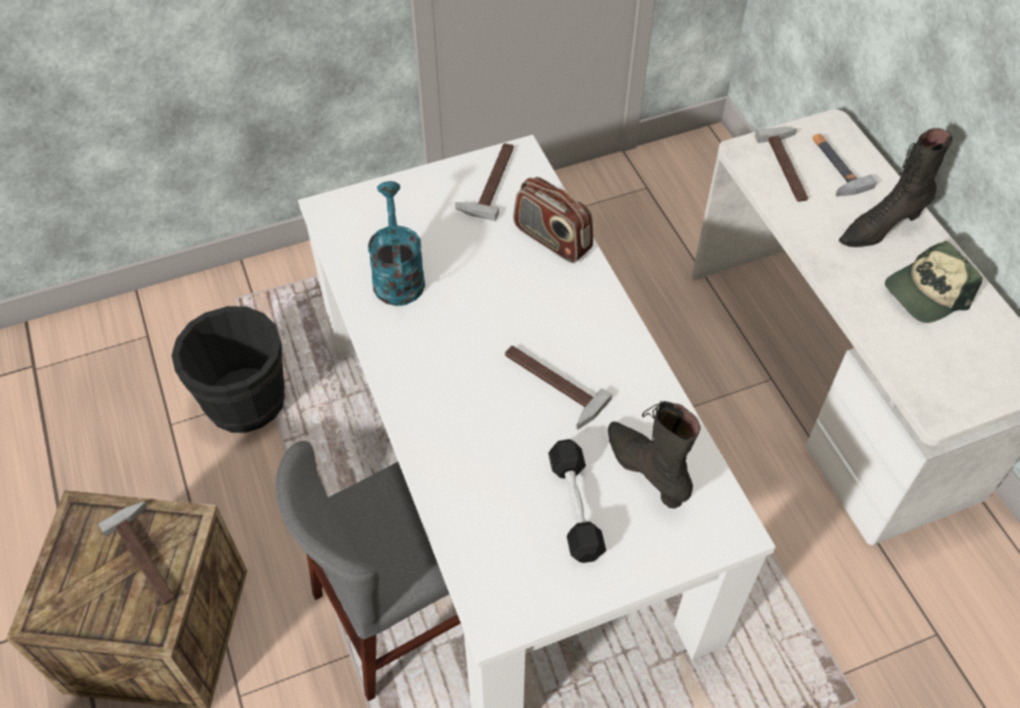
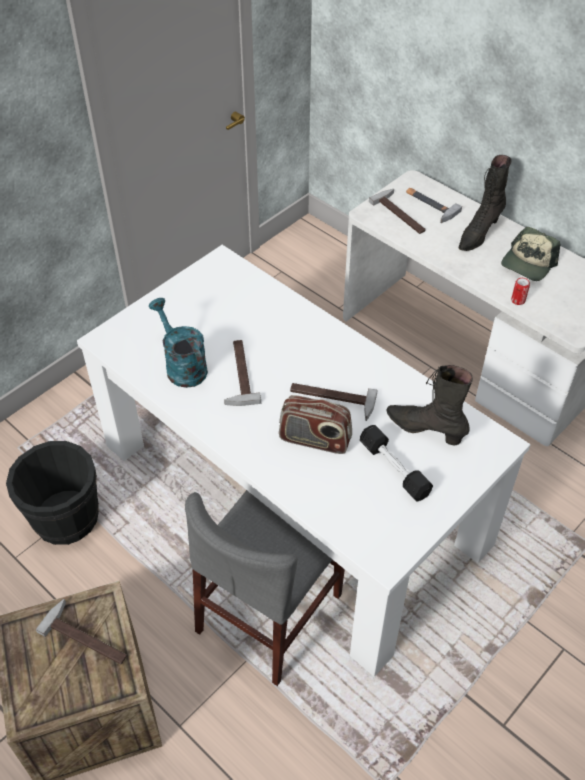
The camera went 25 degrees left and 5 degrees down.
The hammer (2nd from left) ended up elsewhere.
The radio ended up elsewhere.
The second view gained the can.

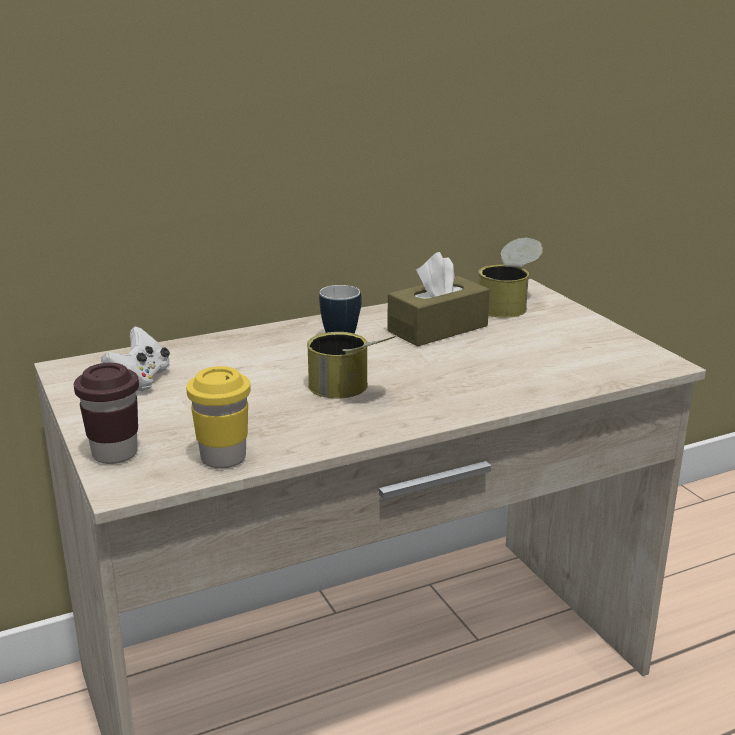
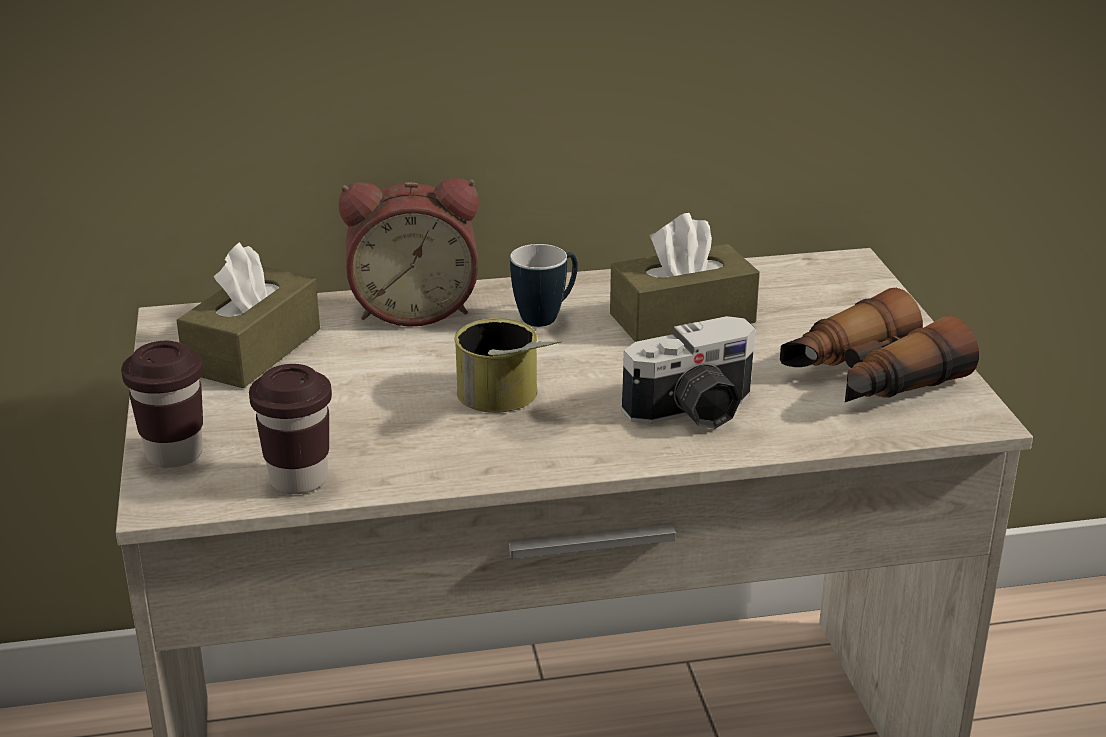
The camera went 15 degrees right and 5 degrees up.
Where the white_game_controller stood, the brown_tissue_box (1st from left) came to stand.
What was the yellow_cup turned into the brown_cup (2nd from left).
The second view lost the can (2nd from left).
The second view gained the alarm_clock.
The second view gained the photo_camera.
The second view gained the binoculars.

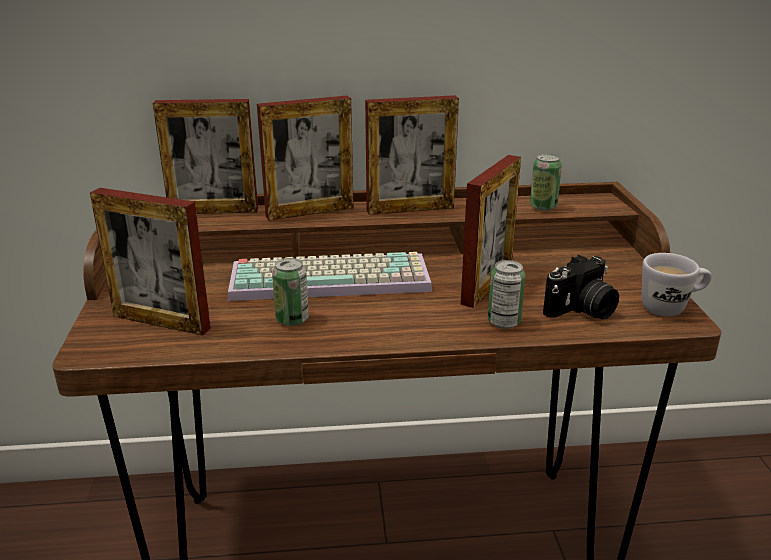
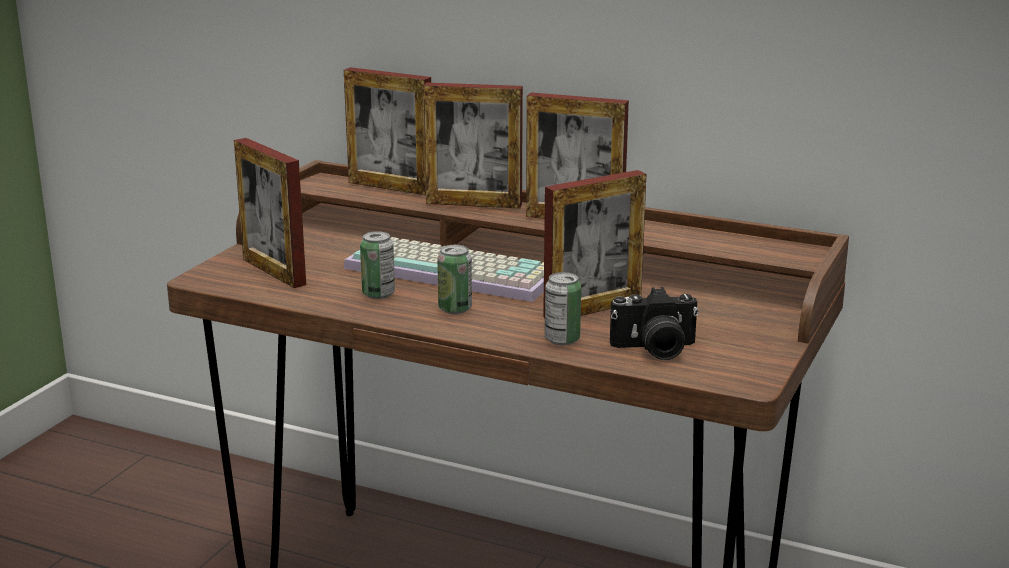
The camera went 30 degrees right and 5 degrees down.
The can (3rd from left in the first image) ended up elsewhere.
The second view lost the white_mug.

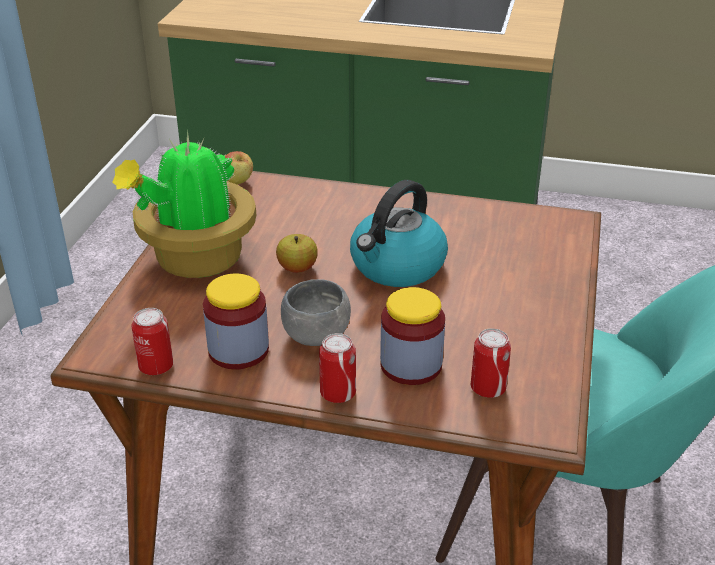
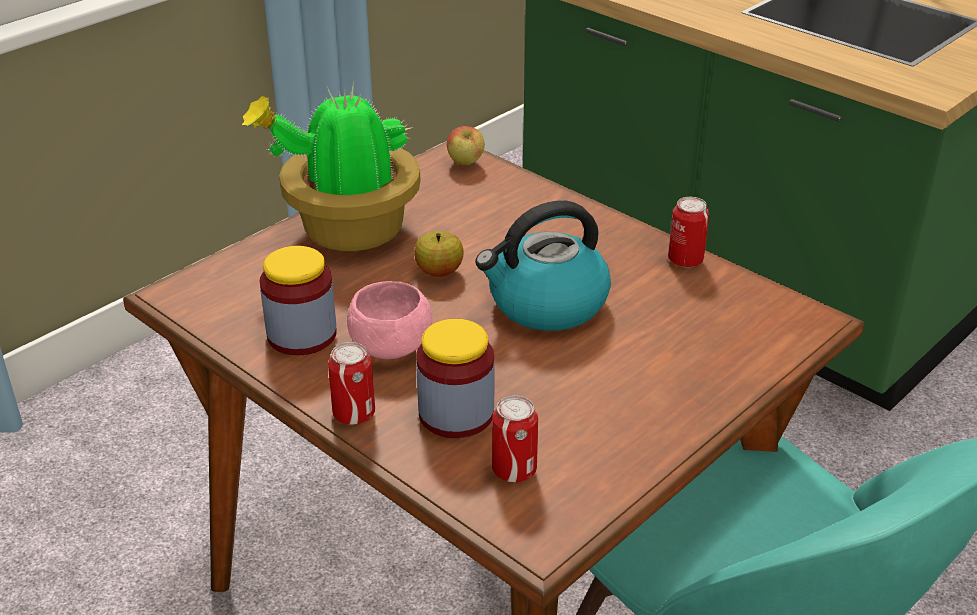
The camera went 30 degrees right and 0 degrees up.
The can (1st from left in the first image) ended up elsewhere.
What was the grey_bowl turned into the pink_bowl.

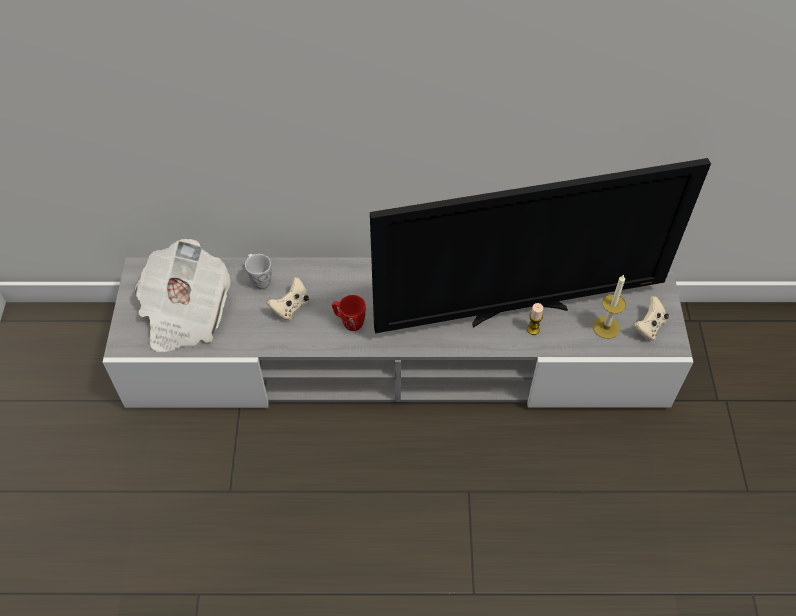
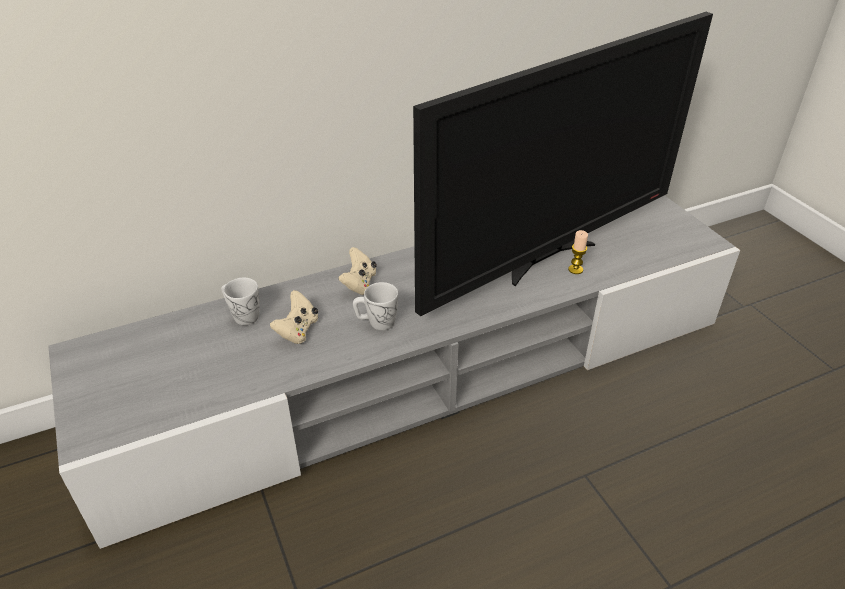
The camera went 25 degrees left and 15 degrees down.
The second view lost the newspaper.
What was the red_mug turned into the white_mug (2nd from left).
The second view lost the candle (2nd from left).
The beige_game_controller (2nd from left) ended up elsewhere.

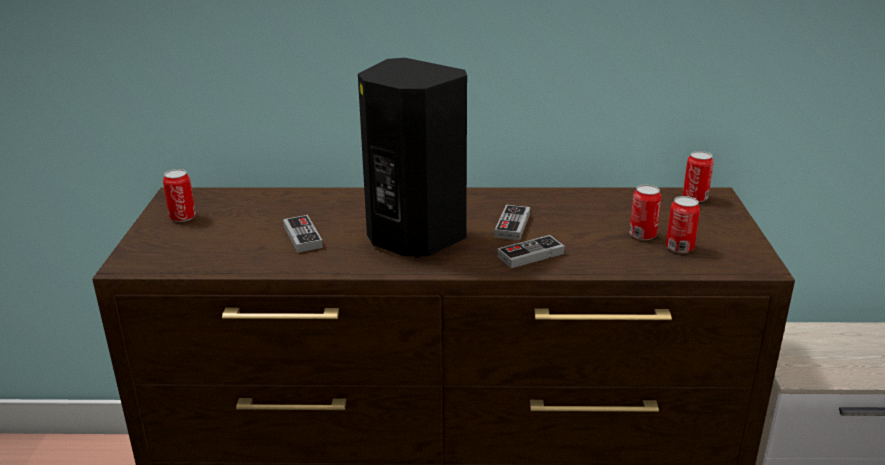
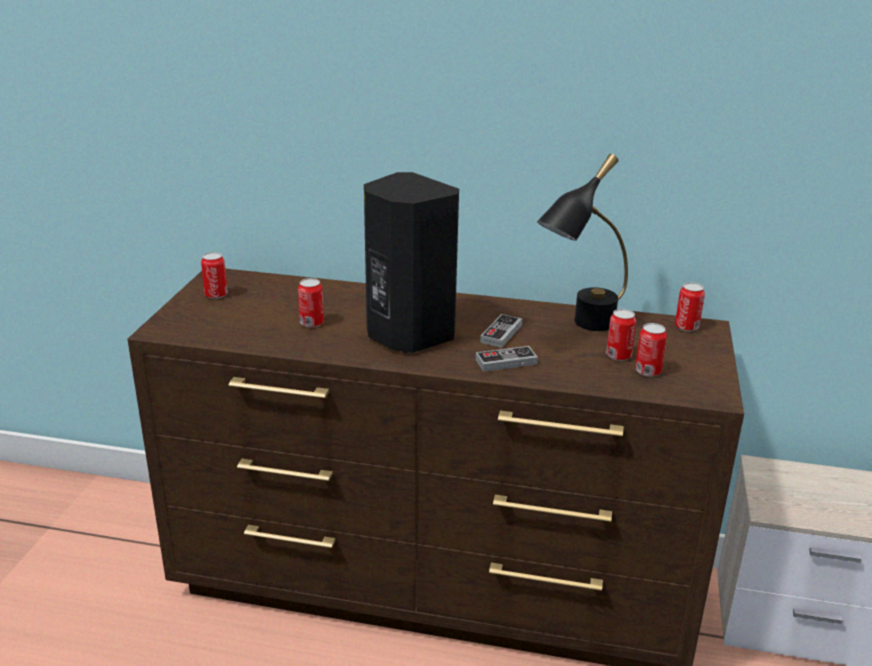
The camera went 10 degrees right and 0 degrees up.
Where the game_controller (1st from left) stood, the can (2nd from left) came to stand.
The second view gained the black_table_lamp.

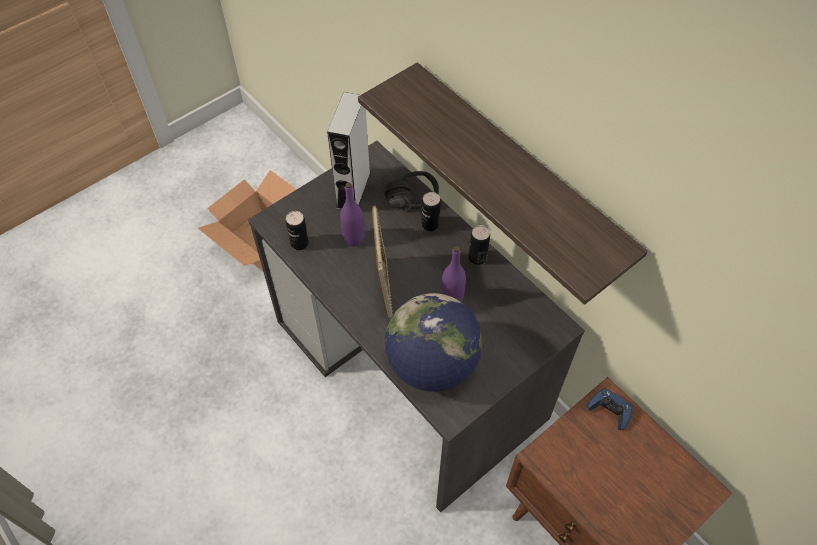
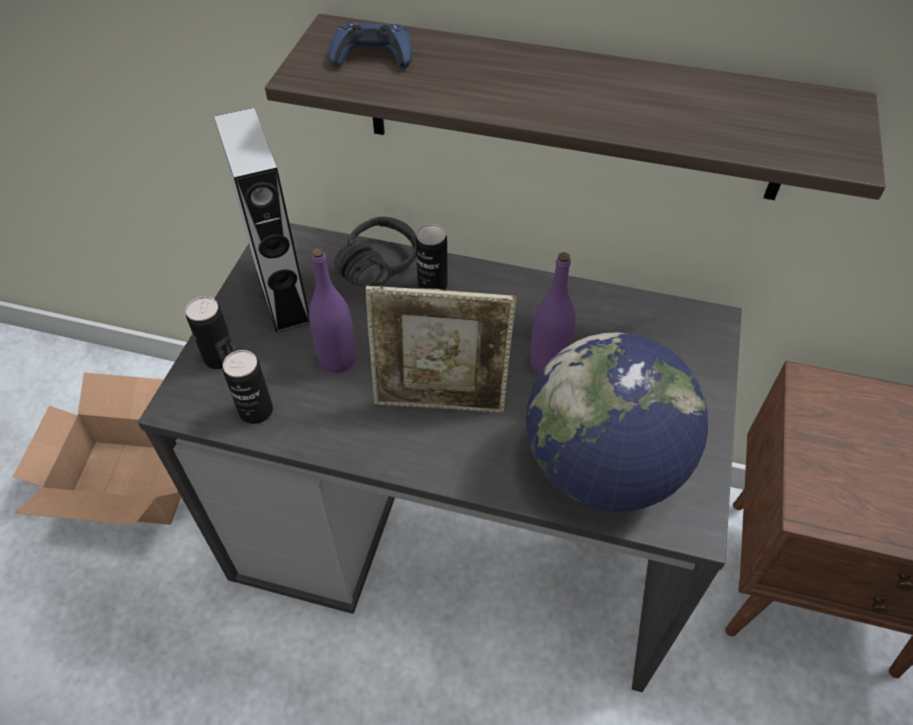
The camera went 35 degrees left and 5 degrees down.
The picture_frame ended up facing another way, 135 degrees clockwise from before.
The can (3rd from left in the first image) ended up elsewhere.
The blue_game_controller ended up elsewhere.

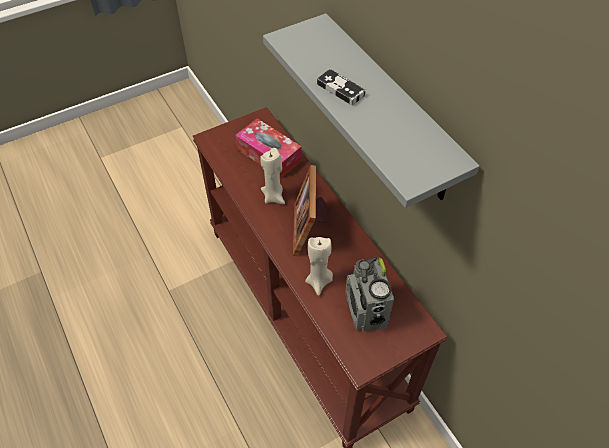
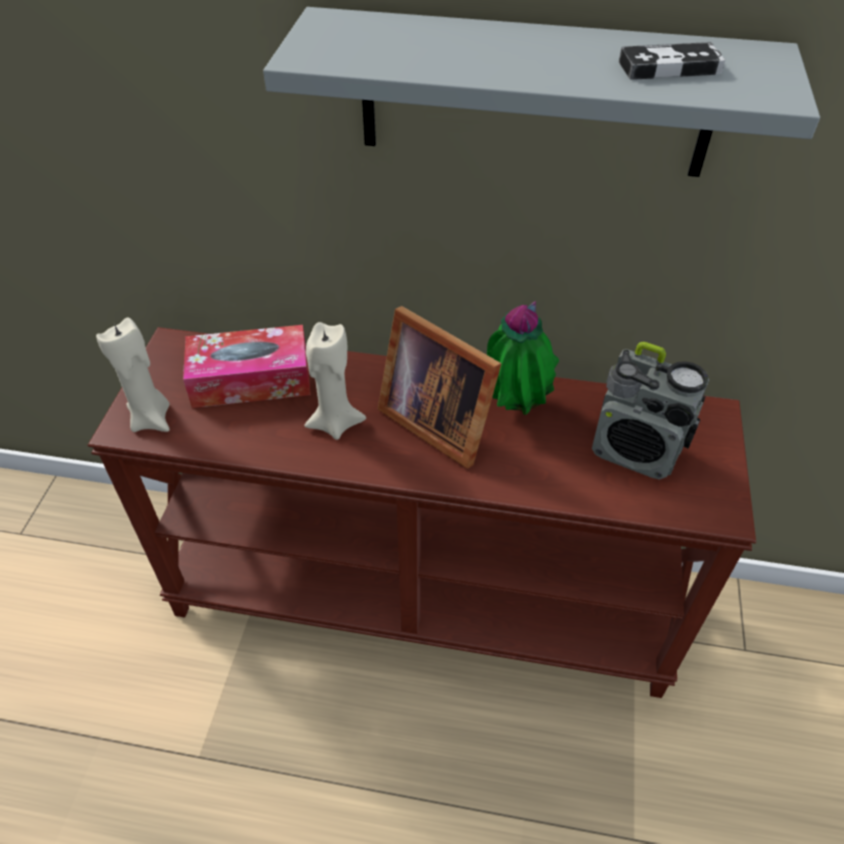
The camera went 50 degrees left and 5 degrees down.
The beige_candle (2nd from left in the first image) ended up elsewhere.
The game_controller ended up elsewhere.
The second view gained the potted_plant.

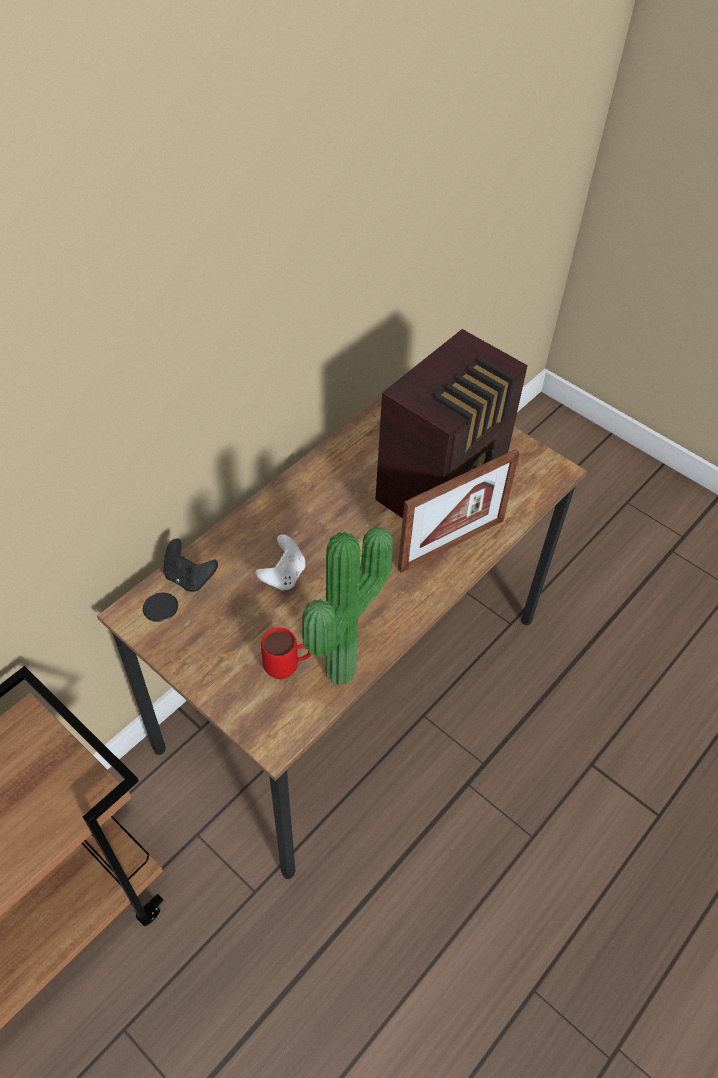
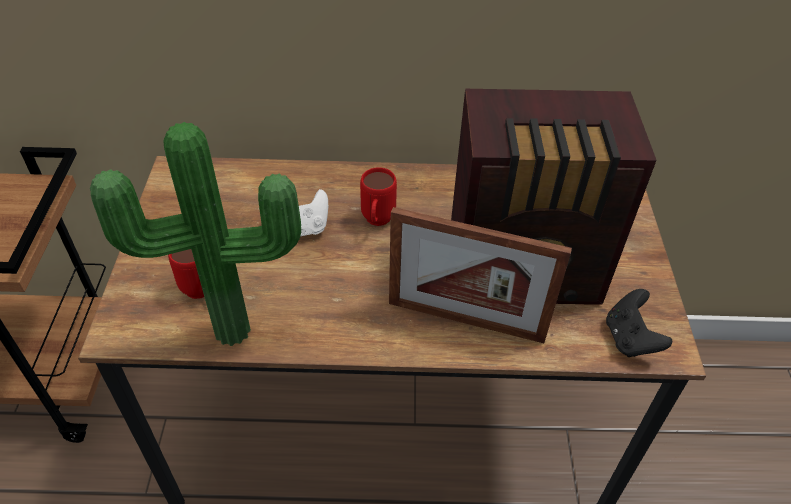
The camera went 50 degrees right and 5 degrees down.
The black_game_controller ended up elsewhere.
The second view gained the red_mug (2nd from left).

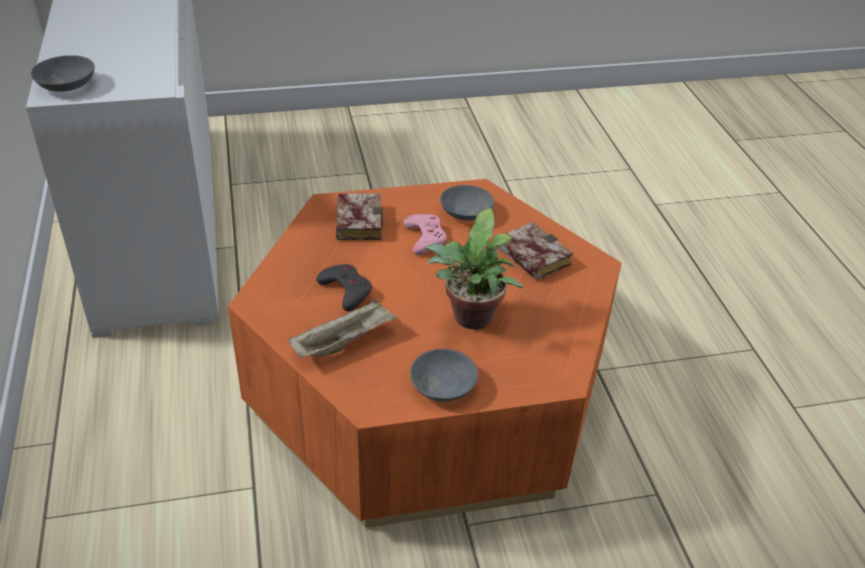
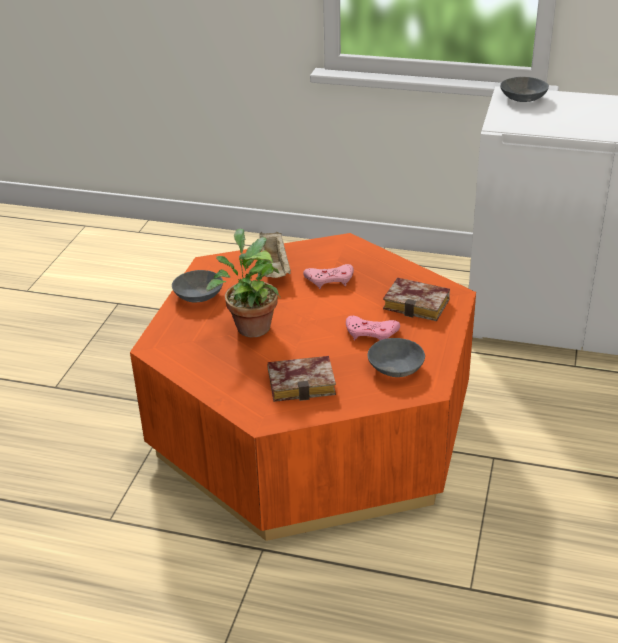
The camera went 120 degrees right and 5 degrees down.
What was the grey_game_controller turned into the pink_game_controller (1st from left).

